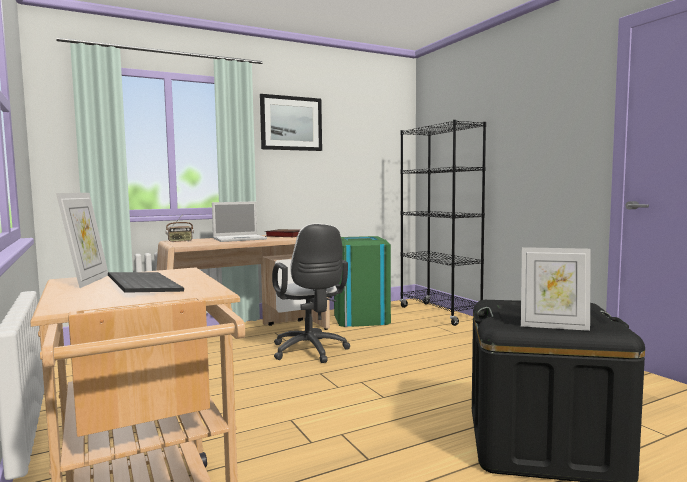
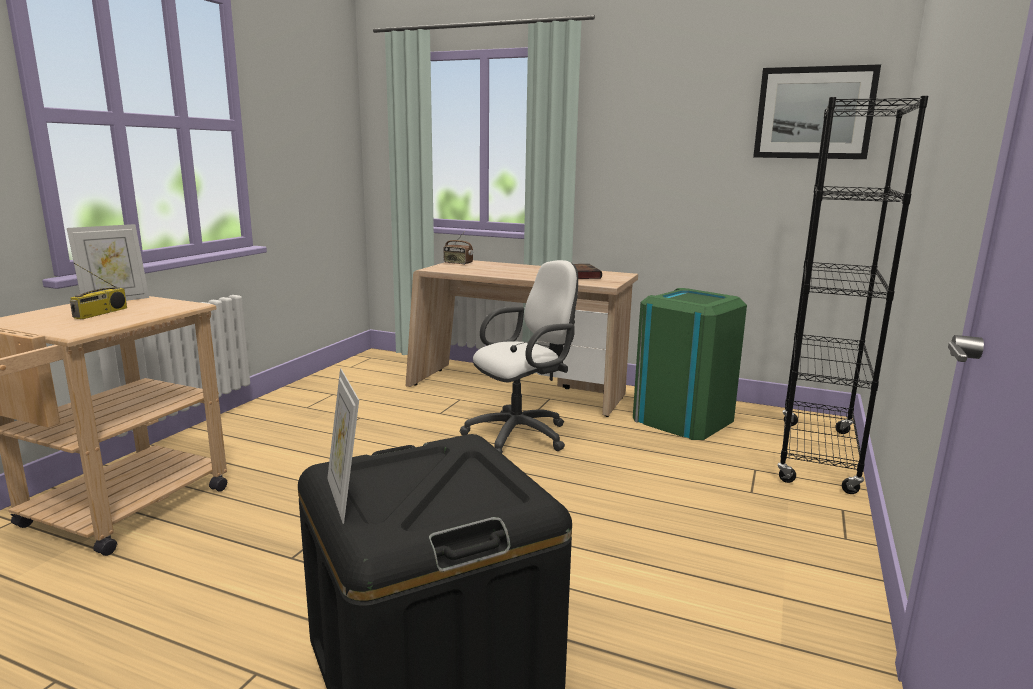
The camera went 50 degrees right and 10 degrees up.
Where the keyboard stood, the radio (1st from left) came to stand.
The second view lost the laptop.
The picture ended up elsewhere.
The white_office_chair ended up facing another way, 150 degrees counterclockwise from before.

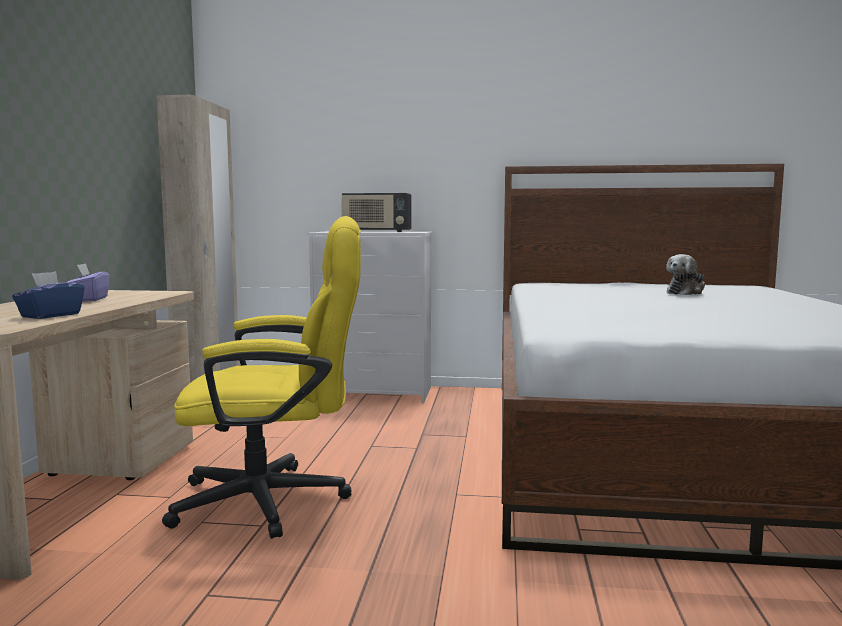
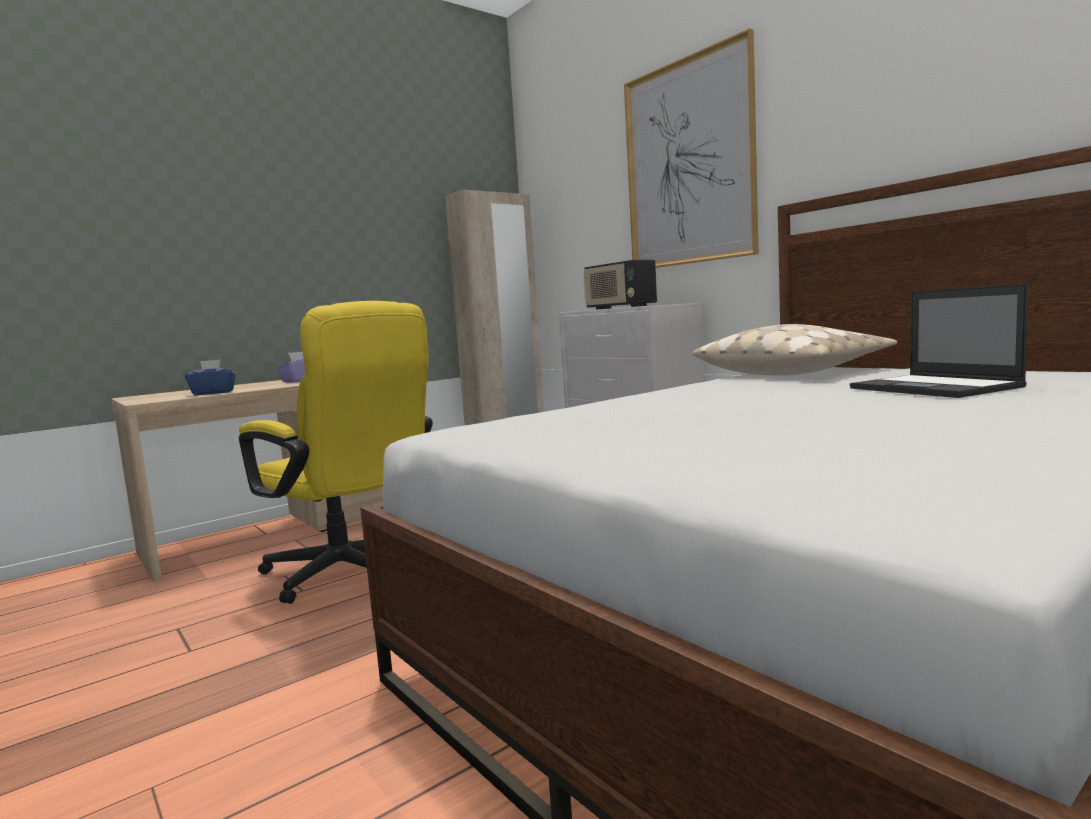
The camera went 45 degrees right and 0 degrees up.
Where the plush_toy stood, the laptop came to stand.
The second view gained the picture.
The second view gained the beige_pillow.

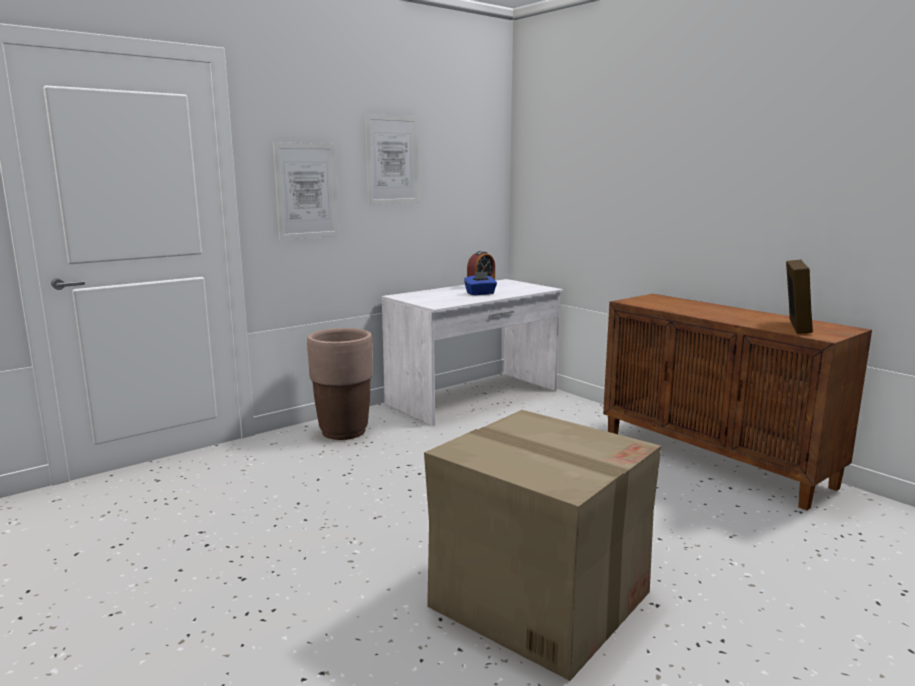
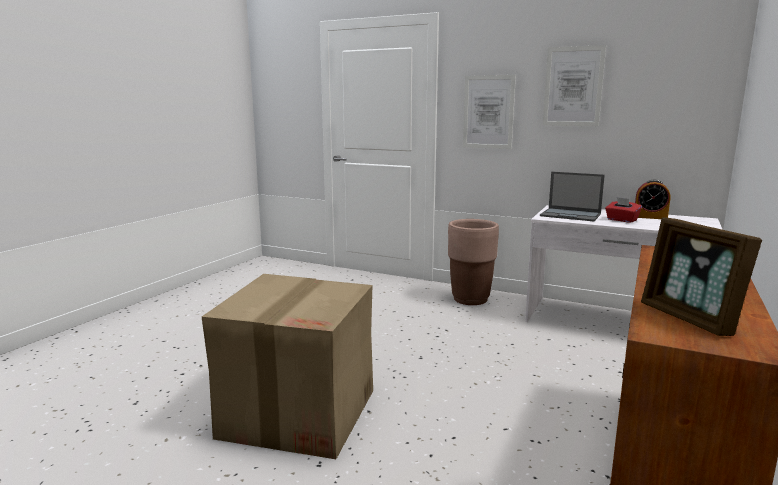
The camera went 65 degrees right and 0 degrees up.
What was the blue_tissue_box turned into the red_tissue_box.
The picture_frame ended up facing another way, 75 degrees clockwise from before.
The second view gained the laptop.

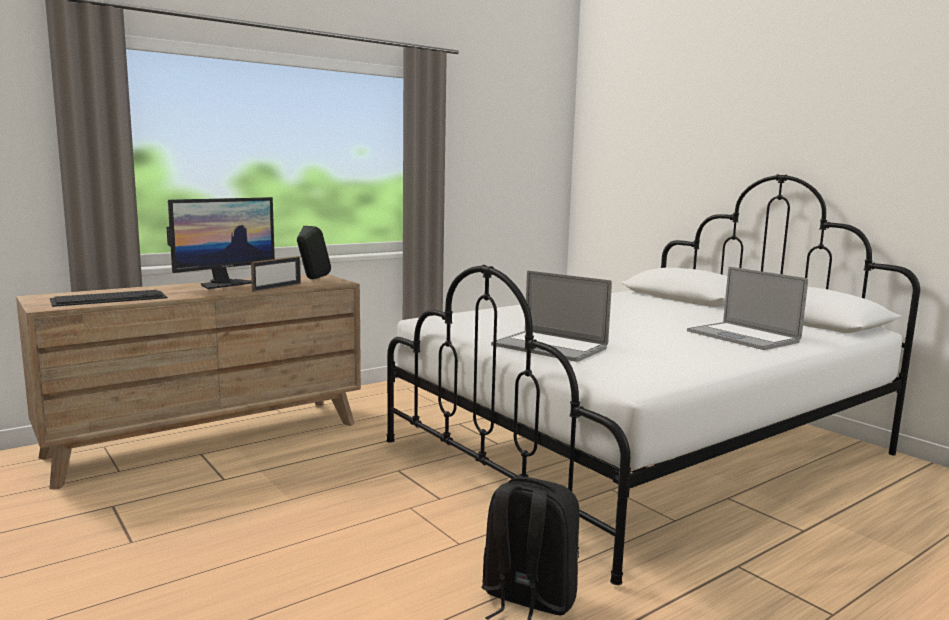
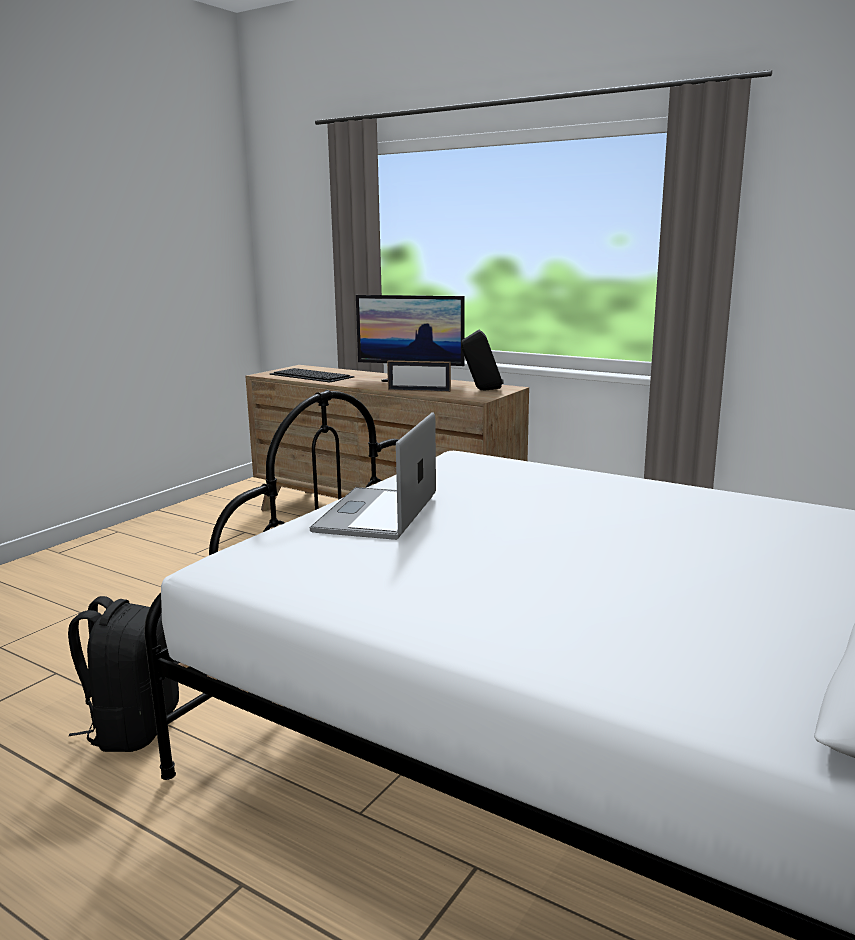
The camera went 70 degrees right and 5 degrees up.
The second view lost the laptop (2nd from left).

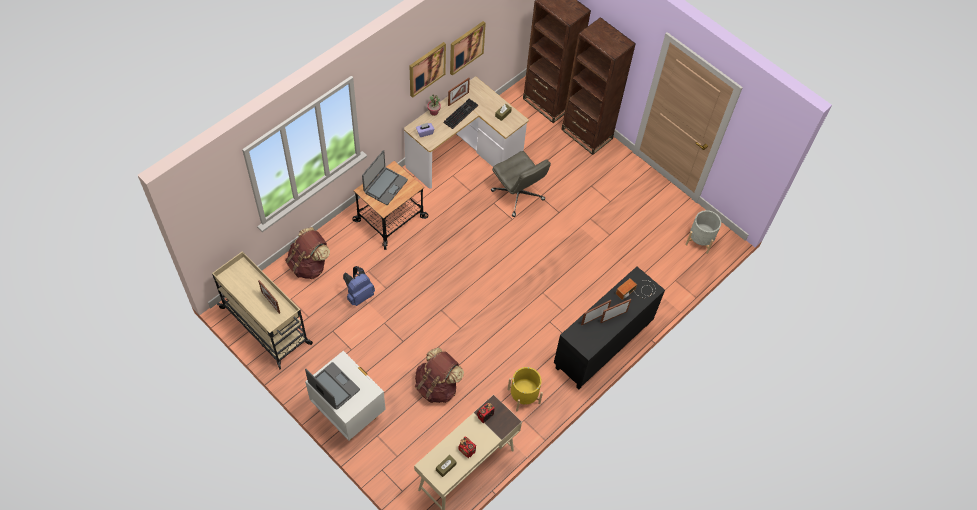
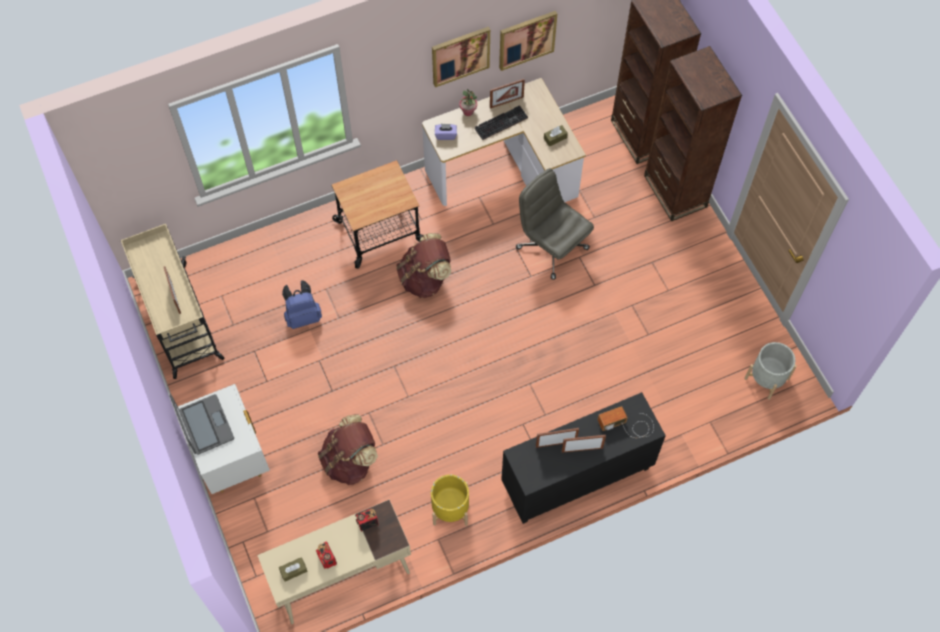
The camera went 25 degrees right and 5 degrees up.
The brown_backpack (1st from left in the first image) ended up elsewhere.
The second view lost the laptop (2nd from left).
The grey_office_chair ended up facing another way, 150 degrees clockwise from before.

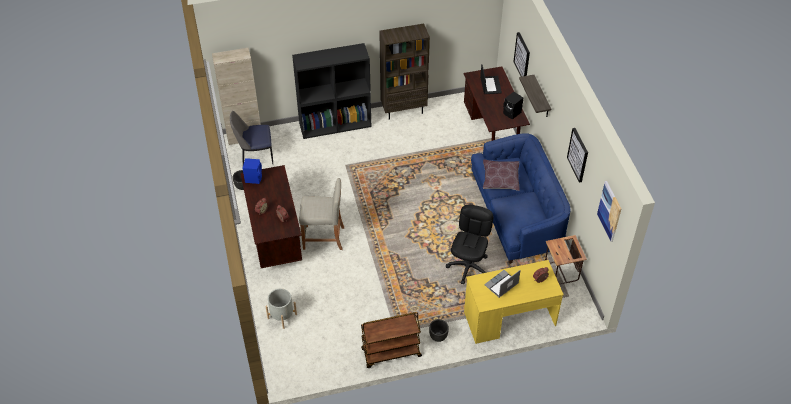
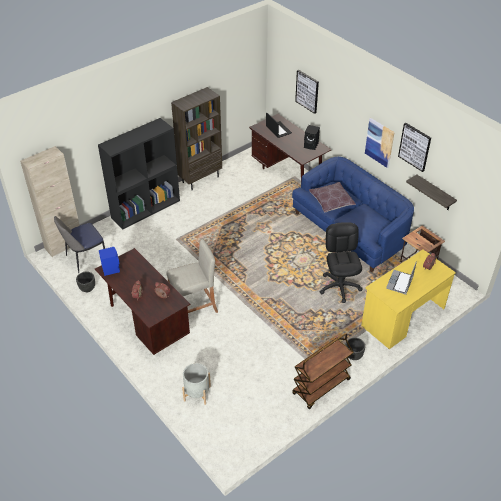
The camera went 25 degrees left and 5 degrees down.
The shelf ended up elsewhere.
The picture (3rd from left in the first image) ended up elsewhere.

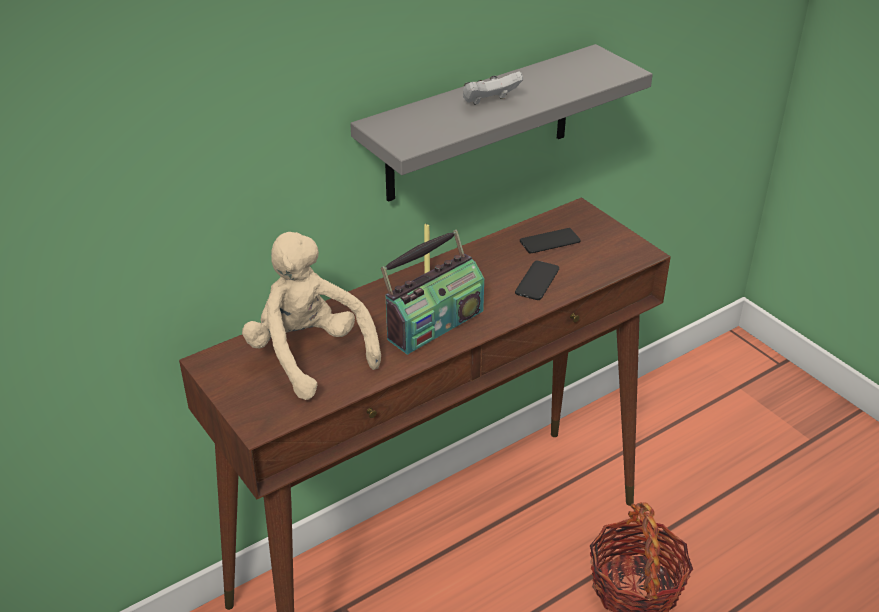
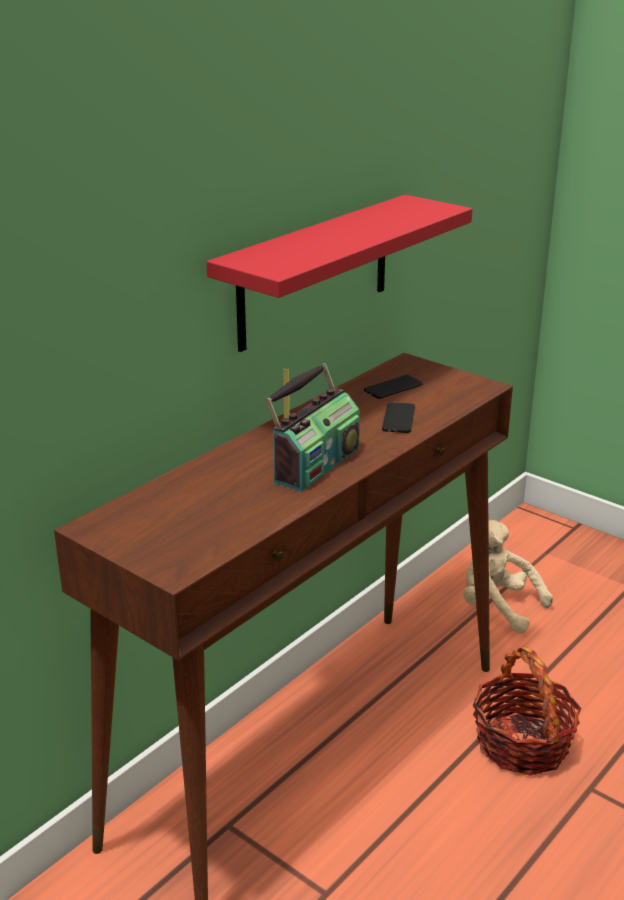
The camera went 15 degrees left and 10 degrees down.
The beige_plush_toy ended up elsewhere.
What was the grey_shelf turned into the red_shelf.
The second view lost the white_game_controller.

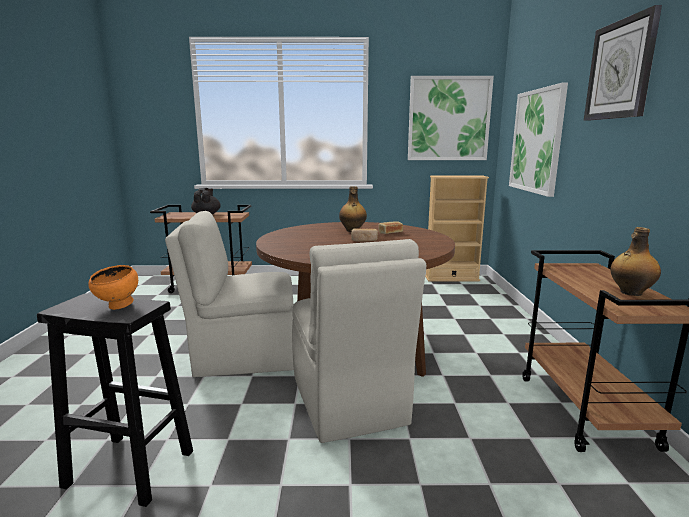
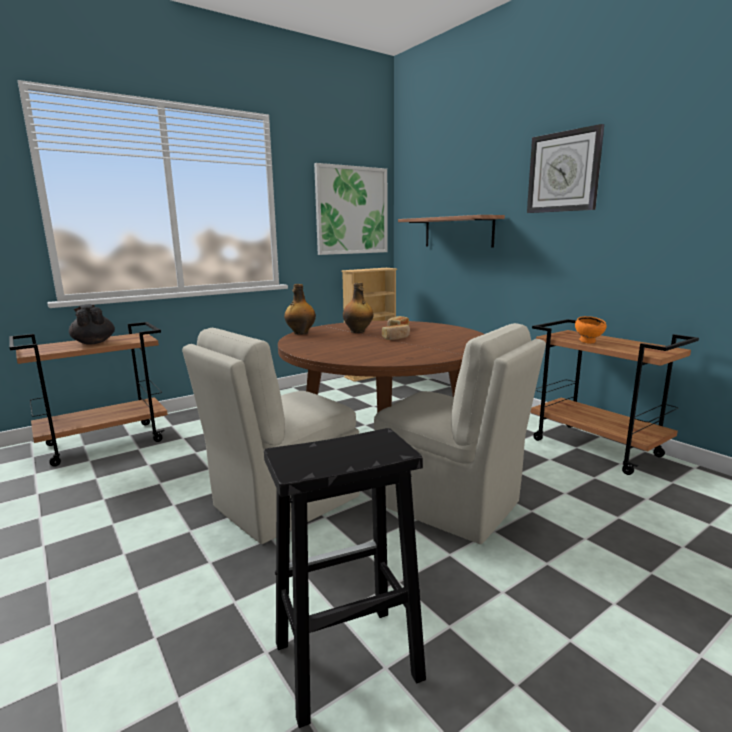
The camera went 35 degrees left and 0 degrees up.
The orange_bowl ended up elsewhere.
Where the picture (2nd from left) hung, the shelf came to hang.
The bottle (2nd from left in the first image) ended up elsewhere.

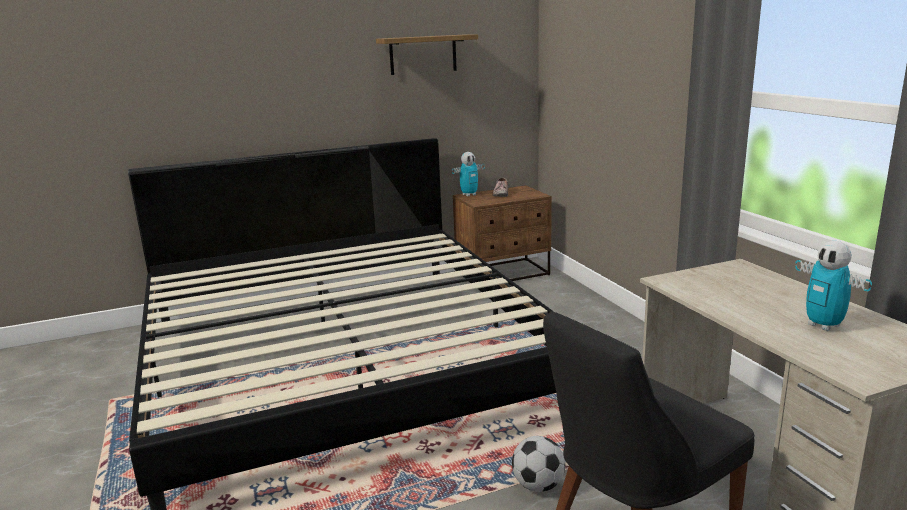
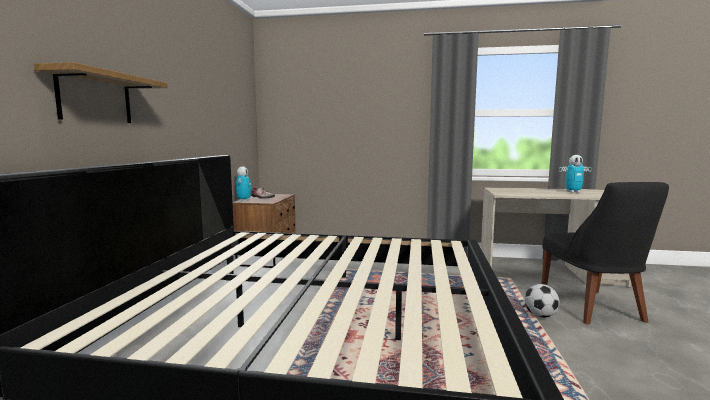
The camera went 60 degrees left and 10 degrees down.
The shelf ended up elsewhere.

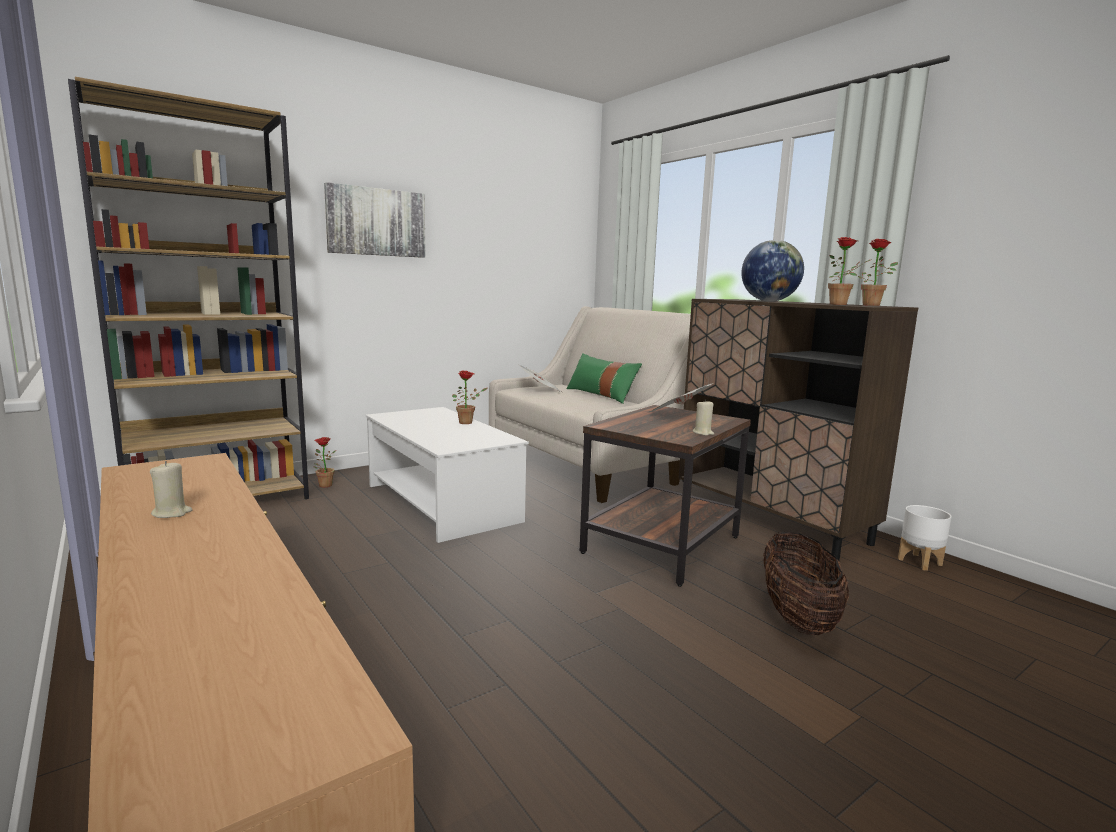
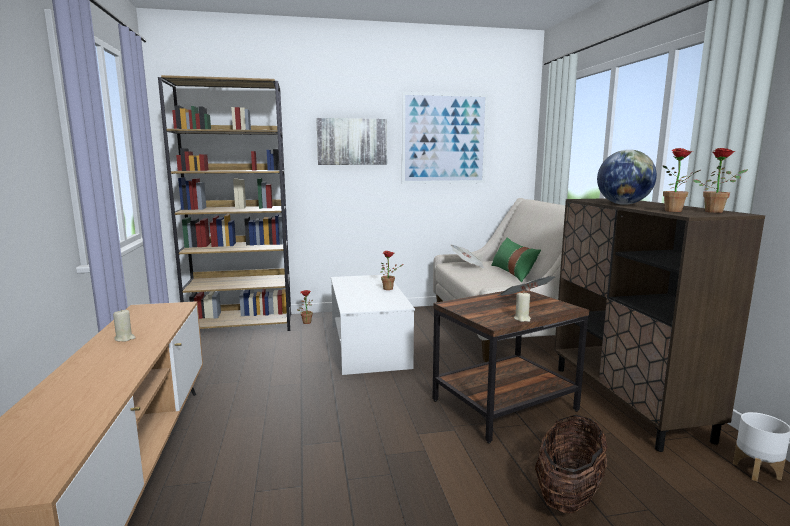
The camera went 25 degrees right and 0 degrees up.
The second view gained the picture (2nd from left).

